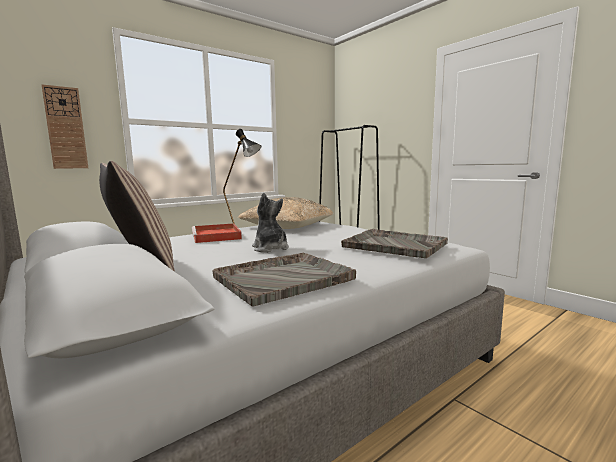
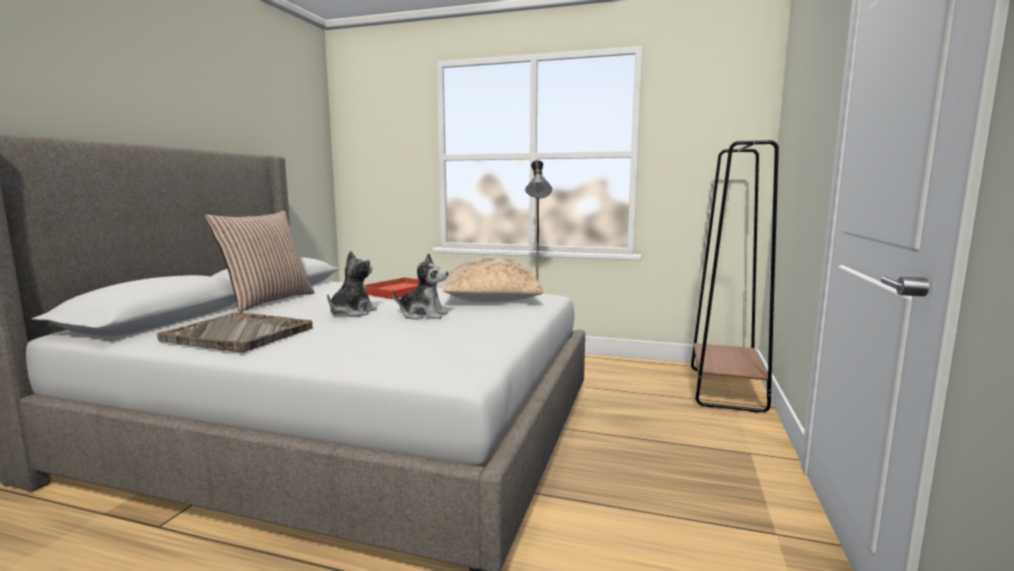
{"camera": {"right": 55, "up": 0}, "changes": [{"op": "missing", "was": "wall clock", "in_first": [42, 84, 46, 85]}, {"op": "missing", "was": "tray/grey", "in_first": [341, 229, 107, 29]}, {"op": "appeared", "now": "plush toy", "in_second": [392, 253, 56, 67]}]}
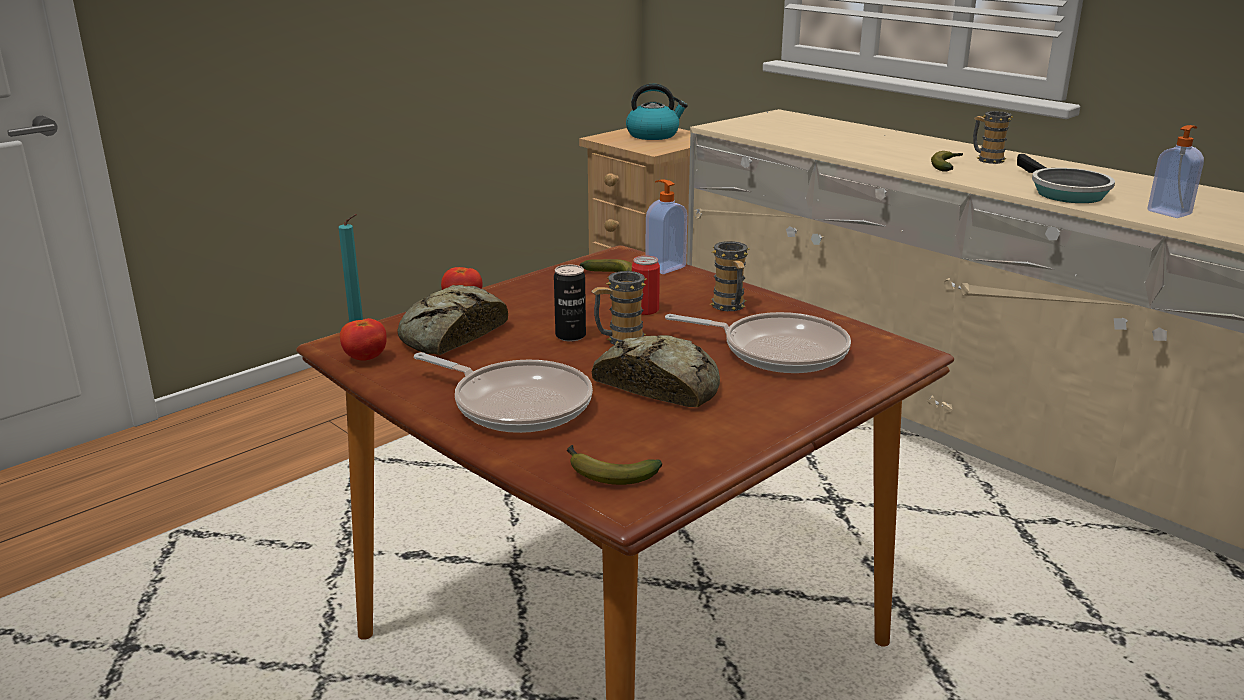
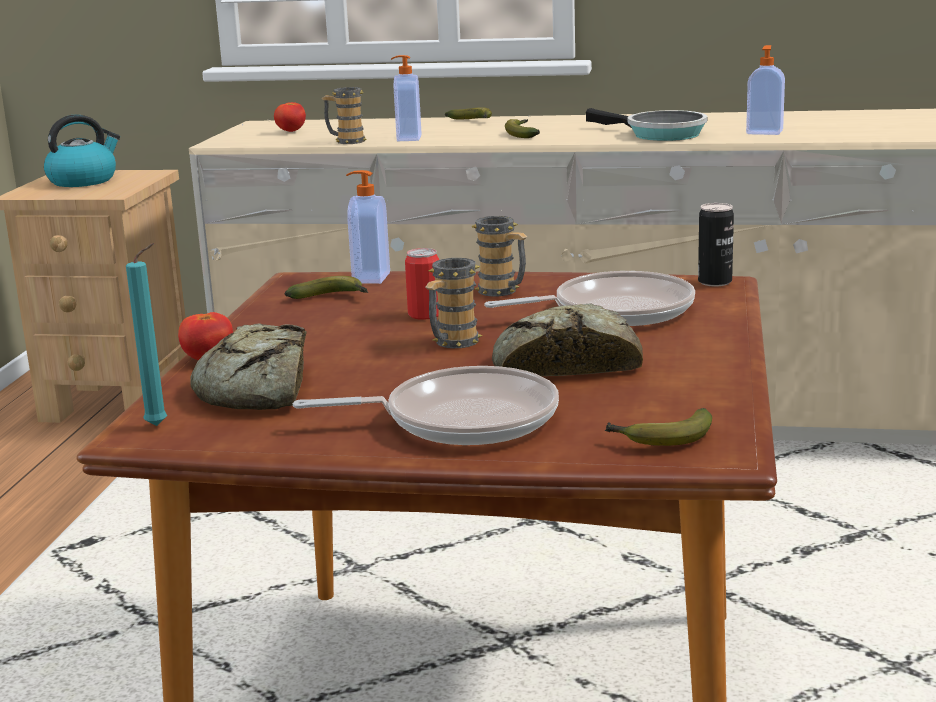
{"camera": {"right": -35, "up": -5}, "changes": [{"op": "appeared", "now": "soap dispenser", "in_second": [391, 55, 30, 86]}, {"op": "appeared", "now": "banana", "in_second": [445, 108, 47, 11]}, {"op": "relocated", "was": "tomato", "in_first": [340, 318, 47, 43], "in_second": [274, 102, 32, 30]}, {"op": "relocated", "was": "can", "in_first": [554, 265, 32, 77], "in_second": [698, 203, 36, 84]}, {"op": "relocated", "was": "mug", "in_first": [973, 111, 40, 53], "in_second": [321, 87, 46, 57]}]}
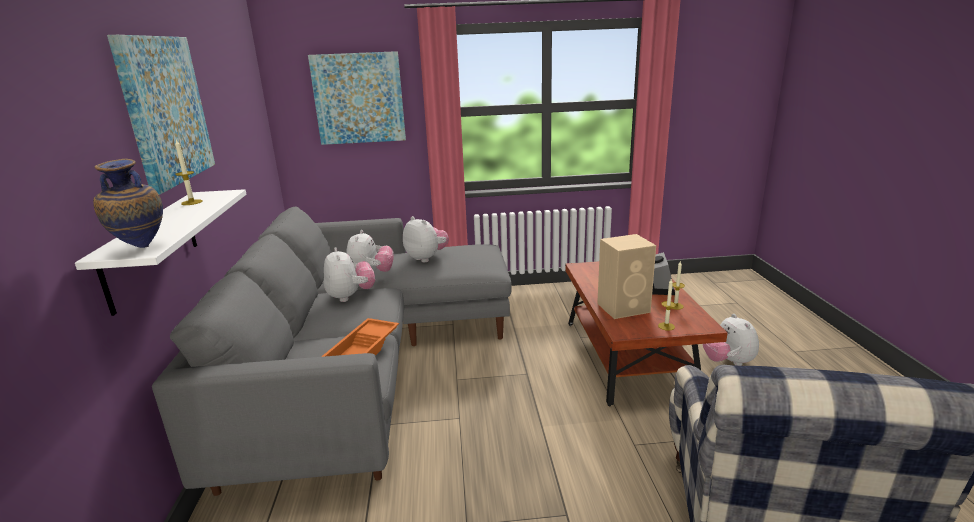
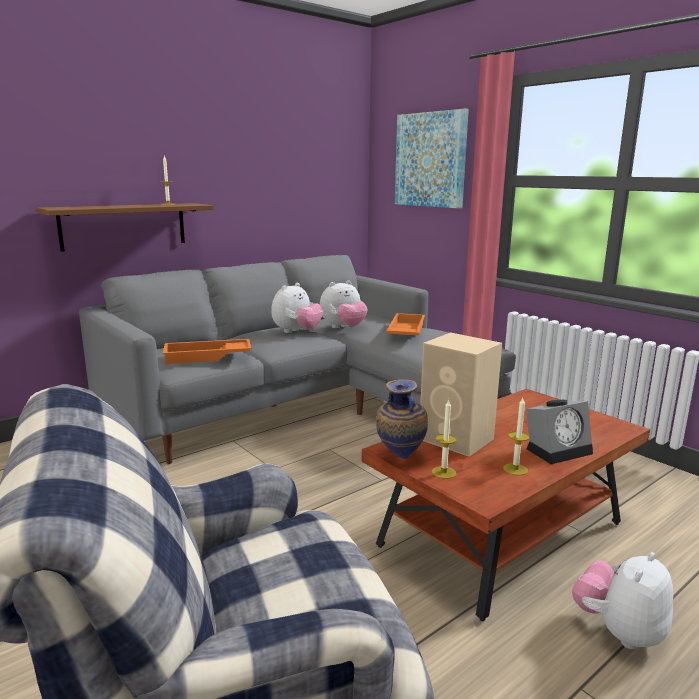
{"camera": {"right": 55, "up": -5}, "changes": [{"op": "missing", "was": "picture", "in_first": [107, 35, 108, 160]}, {"op": "relocated", "was": "vase", "in_first": [93, 159, 70, 89], "in_second": [376, 379, 52, 80]}, {"op": "exchanged", "was": "plush toy", "now": "tray/orange", "in_first": [403, 216, 46, 47], "in_second": [386, 313, 39, 22]}, {"op": "colour", "was": "shelf/white", "now": "shelf/brown", "in_first": [75, 189, 171, 127], "in_second": [37, 203, 177, 49]}]}
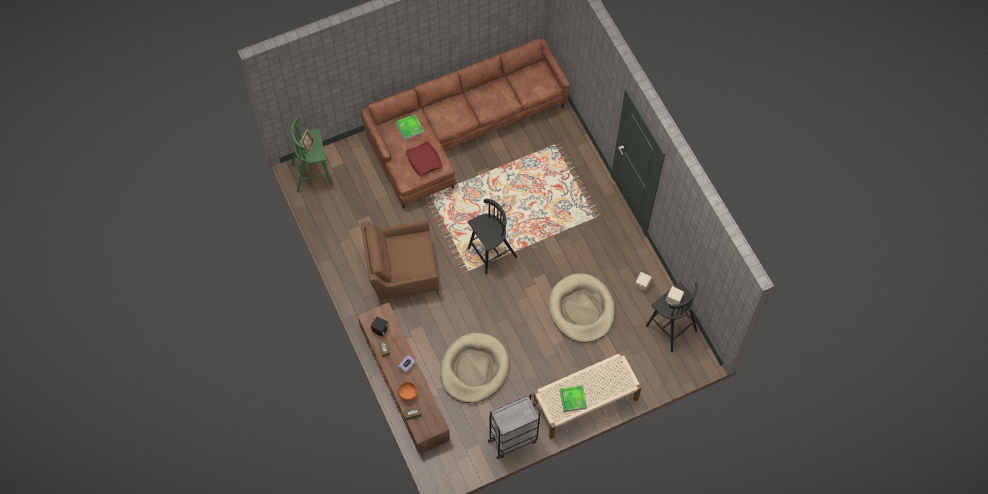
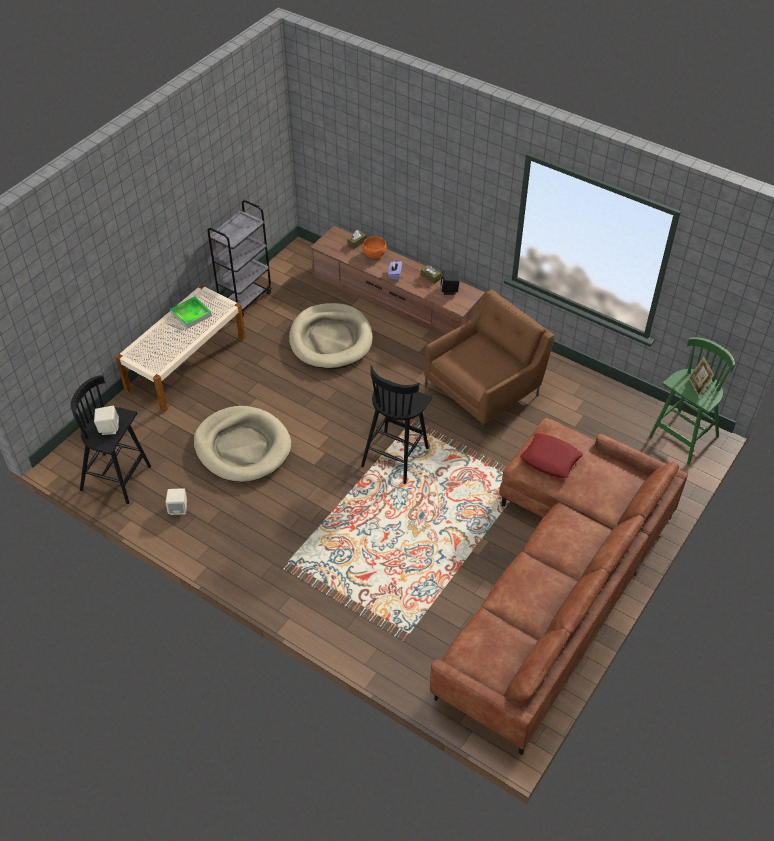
{"camera": {"right": 150, "up": -15}, "changes": [{"op": "missing", "was": "tray", "in_first": [395, 114, 29, 26]}]}
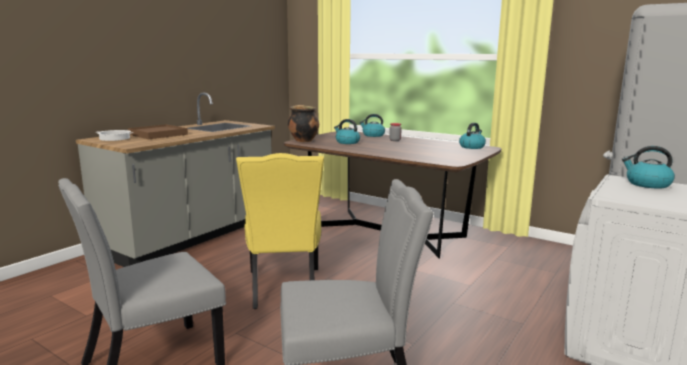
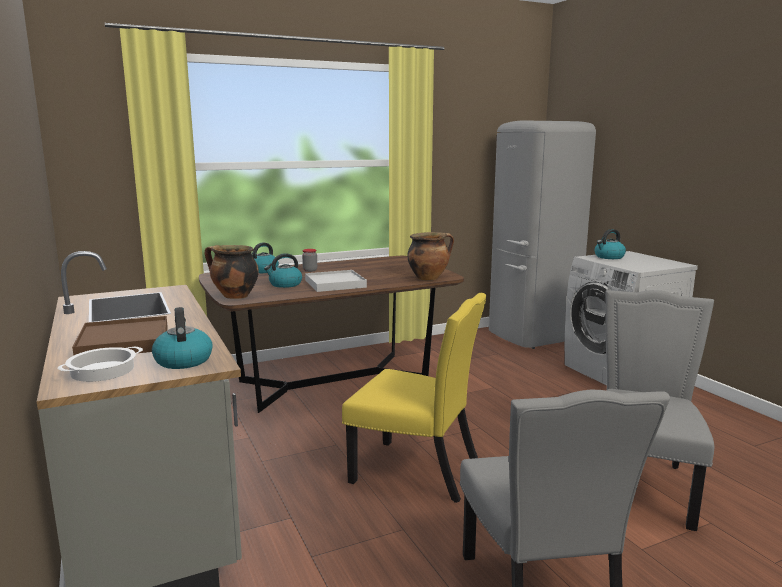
{"camera": {"right": -60, "up": 0}, "changes": [{"op": "appeared", "now": "tray/white", "in_second": [305, 270, 62, 22]}, {"op": "appeared", "now": "cooking pot", "in_second": [407, 232, 47, 48]}, {"op": "relocated", "was": "kettle", "in_first": [459, 123, 27, 26], "in_second": [152, 307, 61, 62]}]}
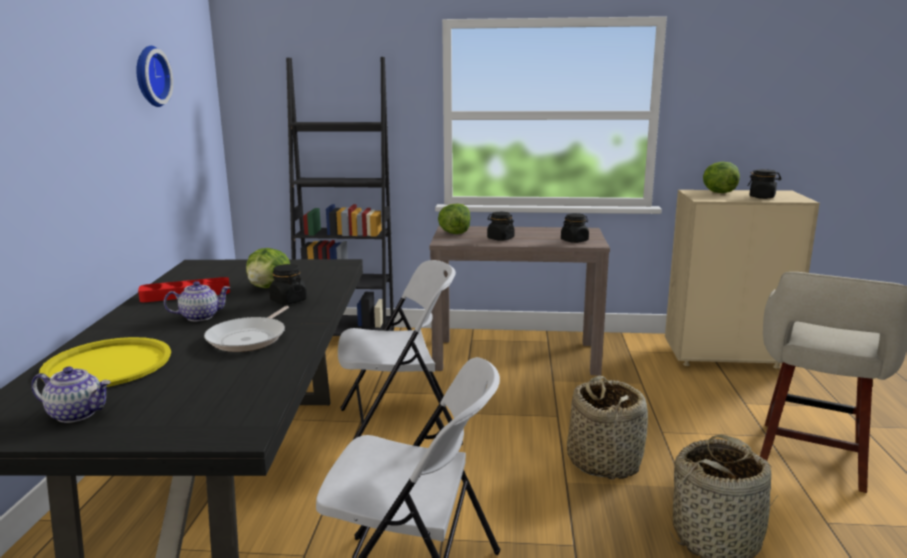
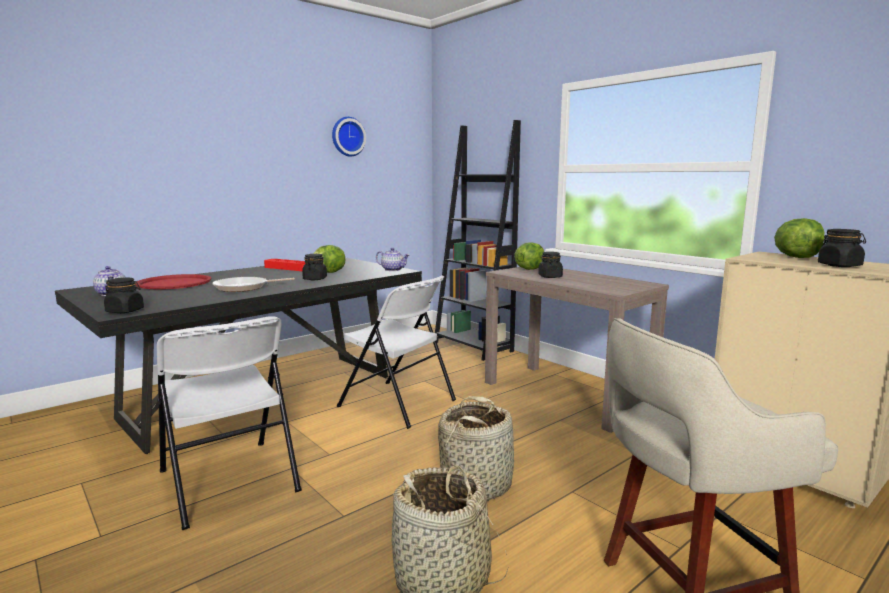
{"camera": {"right": 45, "up": -5}, "changes": [{"op": "relocated", "was": "teapot", "in_first": [164, 281, 66, 40], "in_second": [376, 248, 34, 23]}, {"op": "relocated", "was": "jar/black", "in_first": [561, 213, 28, 30], "in_second": [104, 278, 40, 35]}, {"op": "colour", "was": "tray/yellow", "now": "tray/red", "in_first": [39, 337, 132, 50], "in_second": [136, 274, 75, 16]}]}
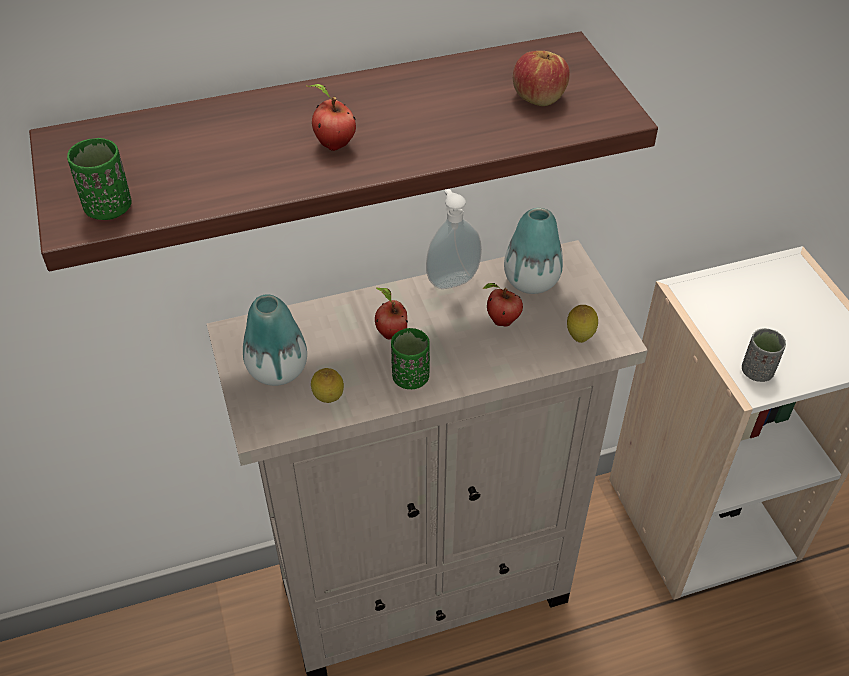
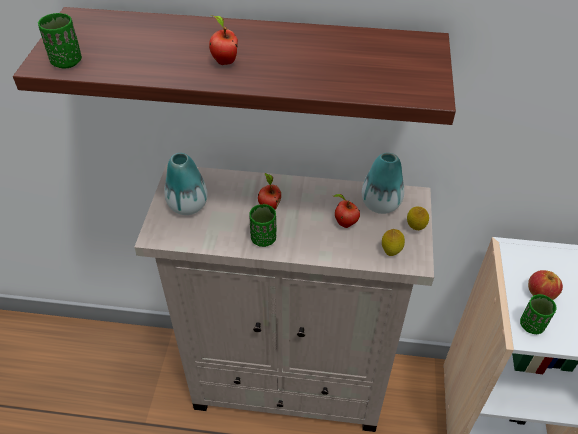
{"camera": {"right": 25, "up": 0}, "changes": [{"op": "missing", "was": "soap dispenser", "in_first": [426, 189, 56, 100]}, {"op": "relocated", "was": "lemon", "in_first": [311, 368, 33, 35], "in_second": [407, 207, 22, 23]}, {"op": "relocated", "was": "apple", "in_first": [513, 51, 57, 55], "in_second": [528, 270, 35, 30]}, {"op": "colour", "was": "cup/grey", "now": "cup/green", "in_first": [742, 328, 44, 54], "in_second": [520, 294, 36, 40]}]}
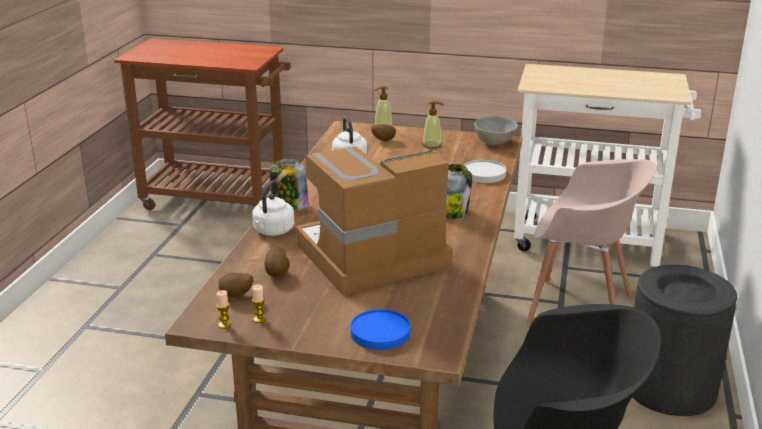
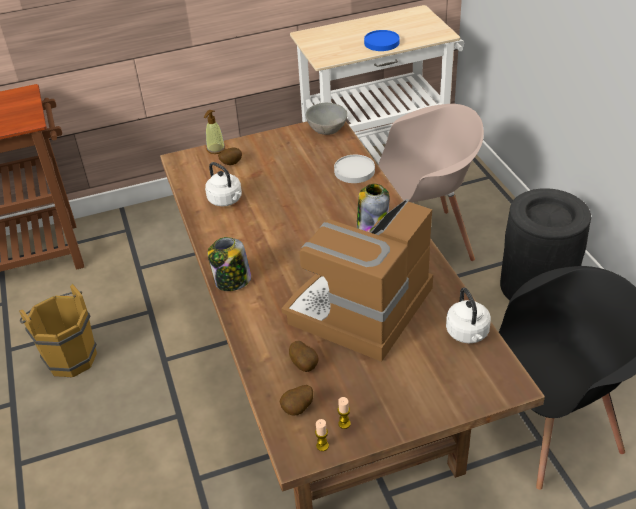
{"camera": {"right": -30, "up": 15}, "changes": [{"op": "missing", "was": "soap dispenser", "in_first": [422, 101, 22, 48]}, {"op": "appeared", "now": "bucket/brown", "in_second": [19, 284, 78, 93]}, {"op": "relocated", "was": "kettle/white", "in_first": [252, 181, 42, 55], "in_second": [446, 287, 45, 56]}, {"op": "relocated", "was": "plate/blue", "in_first": [350, 309, 60, 41], "in_second": [364, 30, 36, 21]}]}
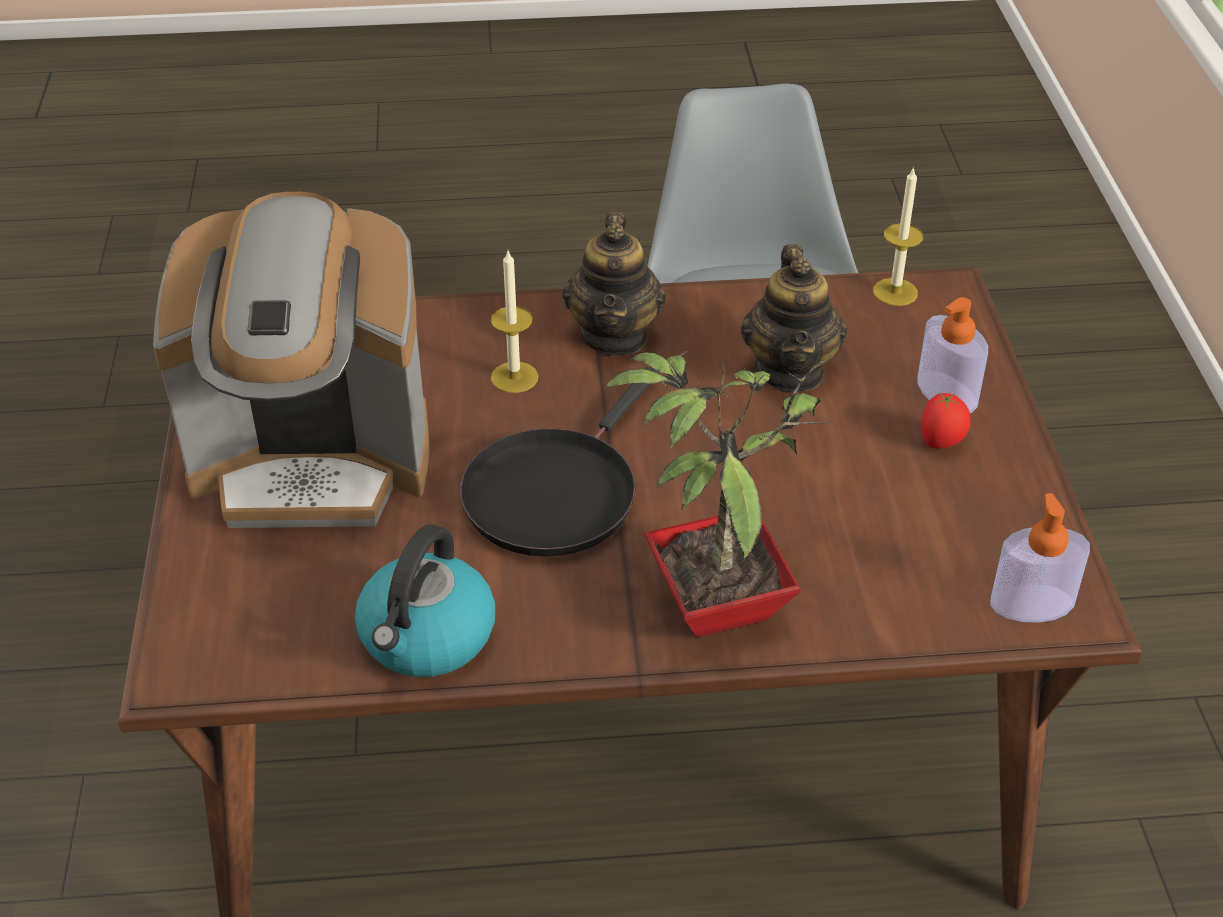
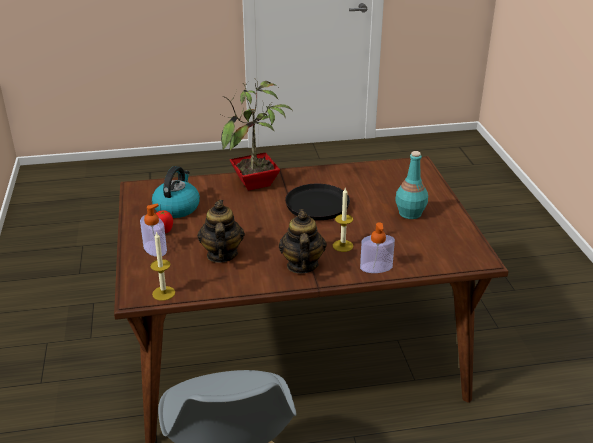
{"camera": {"right": 175, "up": -10}, "changes": [{"op": "relocated", "was": "kettle", "in_first": [355, 524, 140, 153], "in_second": [152, 166, 48, 52]}, {"op": "relocated", "was": "soap dispenser", "in_first": [990, 493, 100, 130], "in_second": [360, 222, 35, 51]}, {"op": "exchanged", "was": "coffee machine", "now": "bottle/turquoise", "in_first": [153, 192, 276, 336], "in_second": [395, 151, 33, 68]}]}
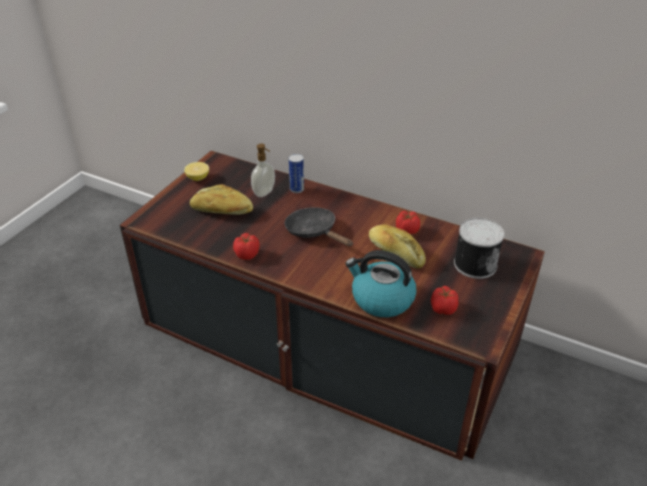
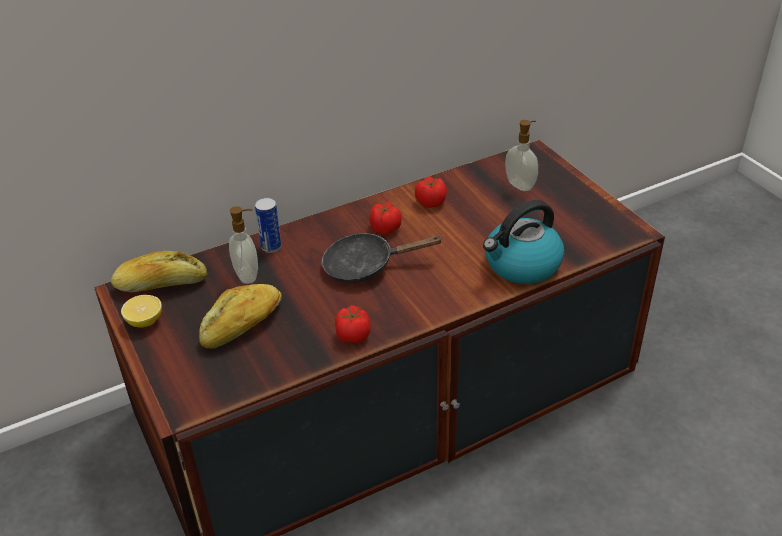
{"camera": {"right": -55, "up": 0}, "changes": [{"op": "relocated", "was": "bread", "in_first": [369, 225, 57, 44], "in_second": [111, 251, 96, 42]}, {"op": "relocated", "was": "tomato", "in_first": [431, 286, 28, 29], "in_second": [369, 202, 33, 33]}, {"op": "exchanged", "was": "can", "now": "soap dispenser", "in_first": [454, 218, 50, 61], "in_second": [505, 120, 33, 71]}]}
